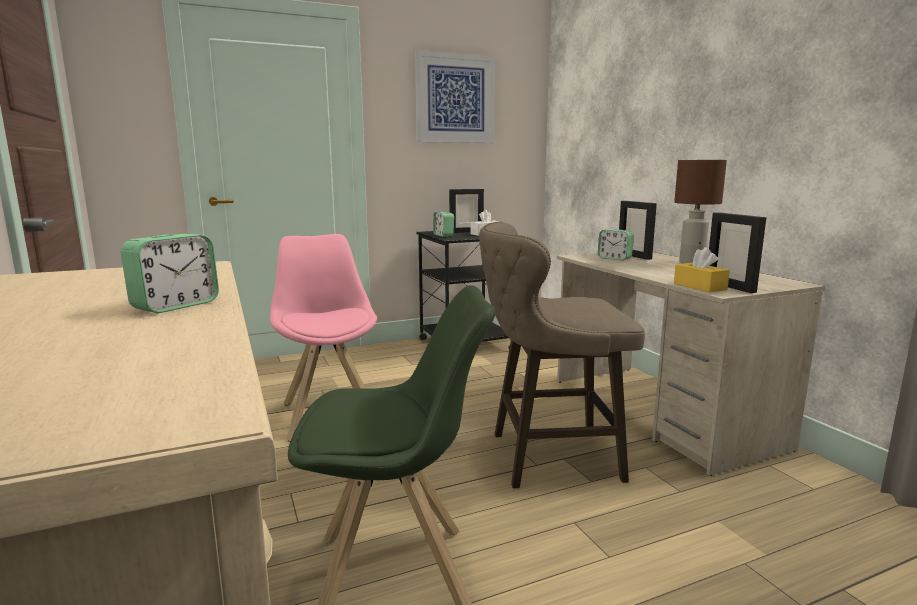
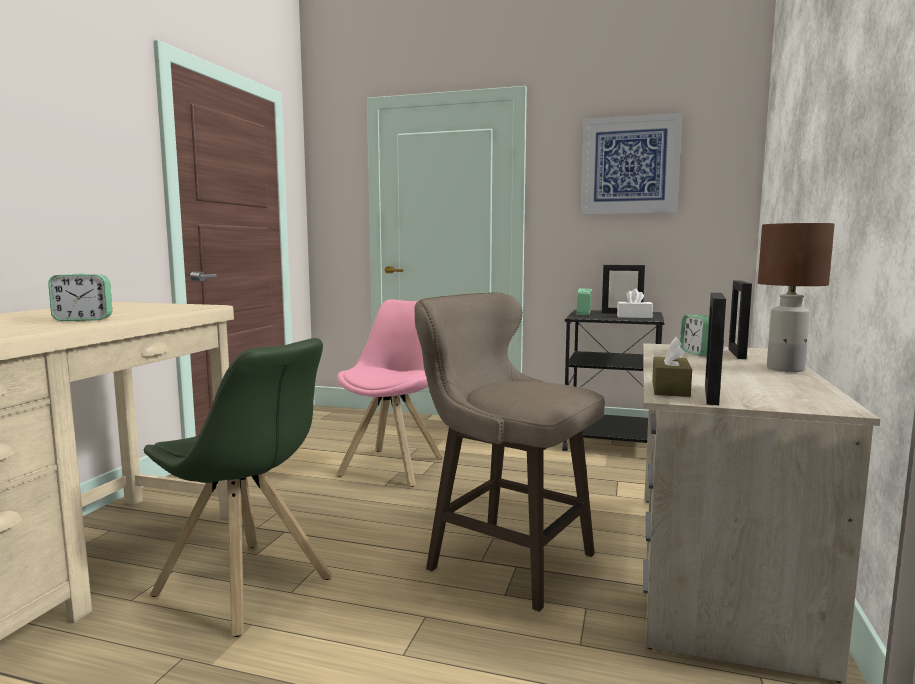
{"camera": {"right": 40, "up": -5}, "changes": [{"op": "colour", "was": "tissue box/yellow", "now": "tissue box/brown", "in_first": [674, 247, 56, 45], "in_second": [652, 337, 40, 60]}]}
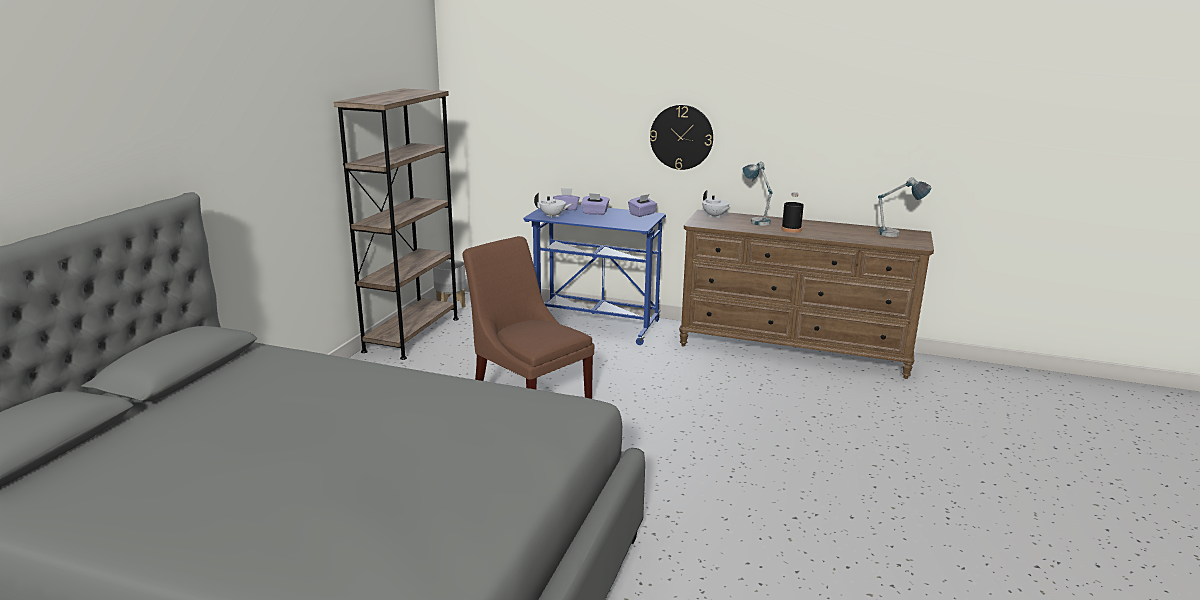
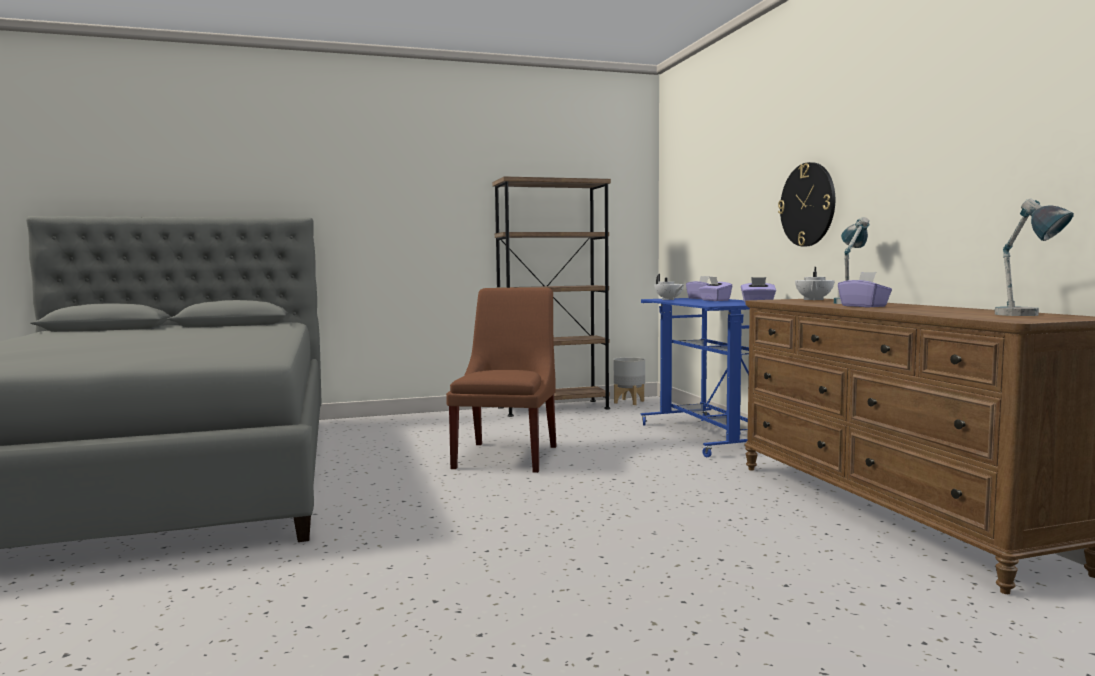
{"camera": {"right": 55, "up": -15}, "changes": [{"op": "exchanged", "was": "bottle/black", "now": "tissue box/purple", "in_first": [781, 192, 23, 41], "in_second": [838, 272, 54, 36]}]}
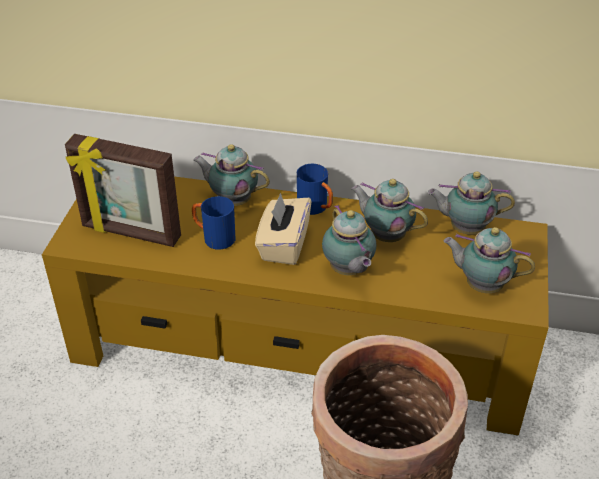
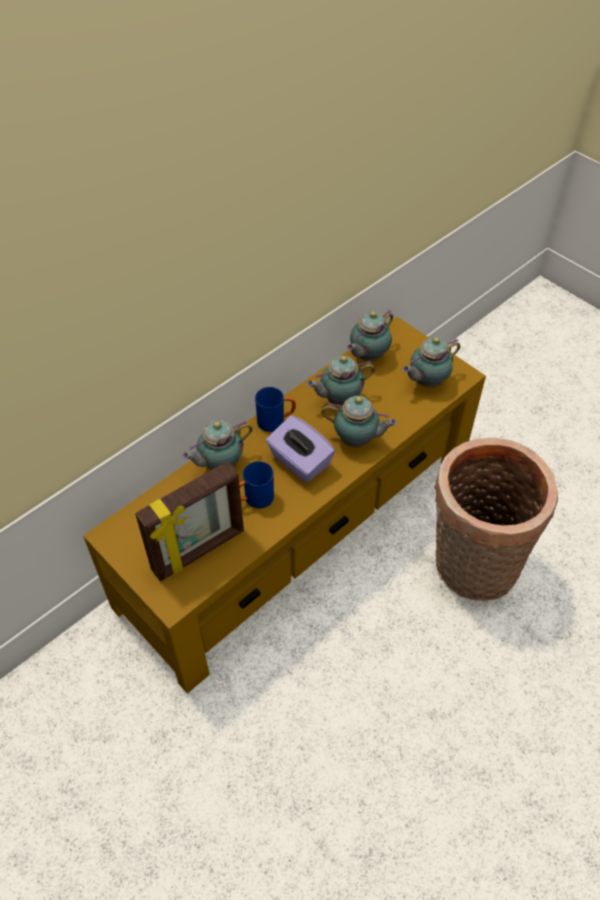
{"camera": {"right": -55, "up": 10}, "changes": [{"op": "colour", "was": "tissue box/beige", "now": "tissue box/purple", "in_first": [255, 193, 57, 72], "in_second": [266, 415, 69, 68]}]}
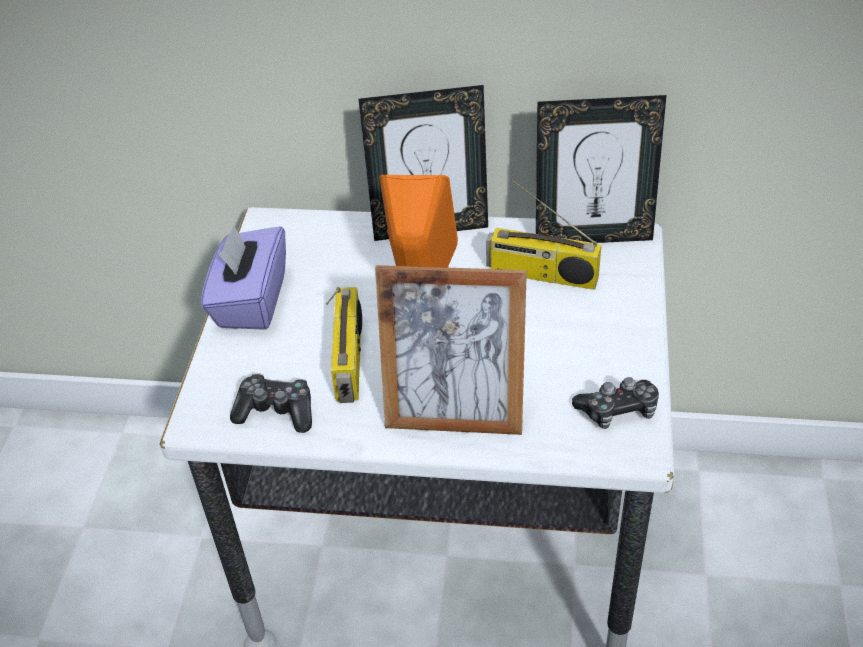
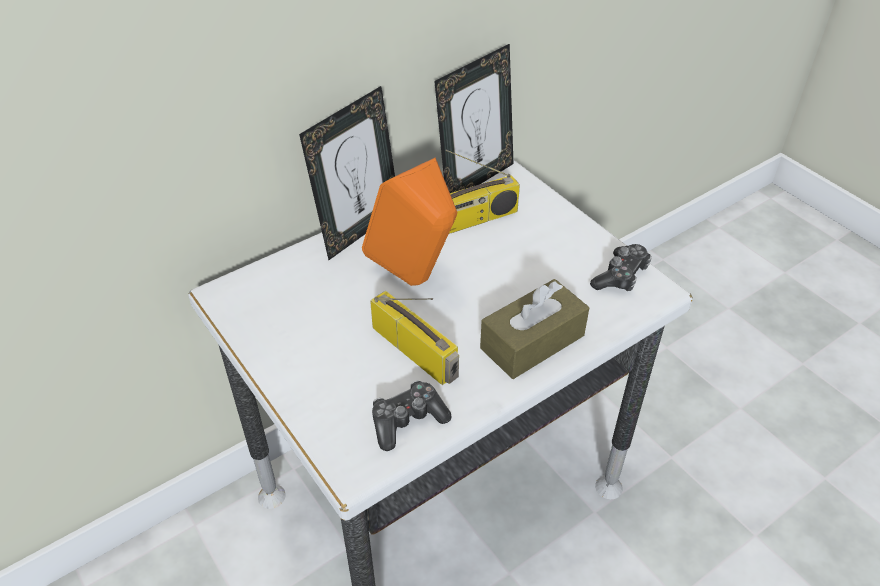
{"camera": {"right": -45, "up": 0}, "changes": [{"op": "missing", "was": "tissue box/purple", "in_first": [201, 224, 85, 106]}, {"op": "exchanged", "was": "picture frame", "now": "tissue box/brown", "in_first": [375, 265, 152, 170], "in_second": [480, 279, 109, 100]}]}
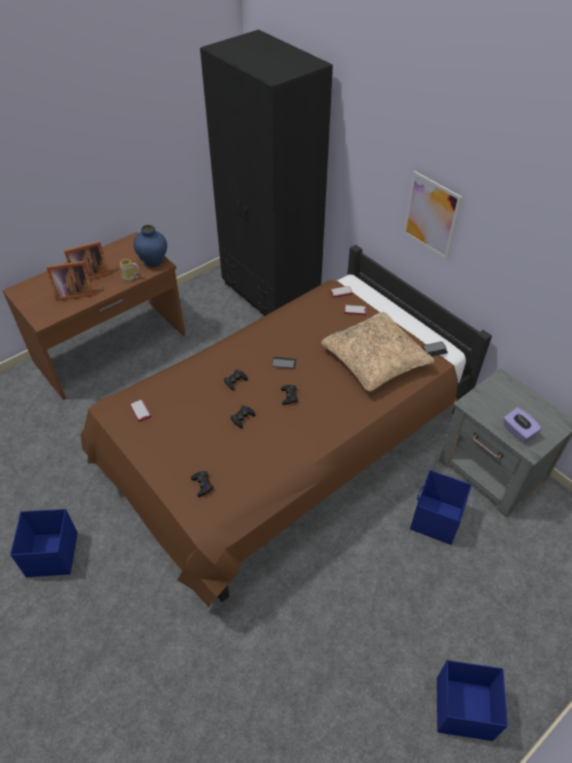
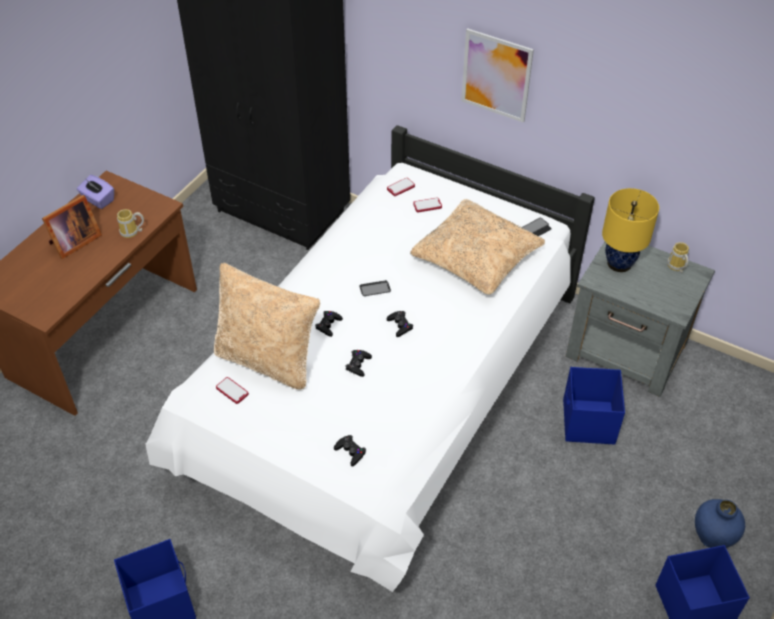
{"camera": {"right": -20, "up": 0}, "changes": [{"op": "missing", "was": "picture frame", "in_first": [46, 261, 47, 40]}, {"op": "appeared", "now": "pillow/beige", "in_second": [214, 263, 107, 127]}, {"op": "appeared", "now": "table lamp/yellow", "in_second": [602, 188, 57, 84]}, {"op": "appeared", "now": "mug", "in_second": [667, 242, 22, 31]}, {"op": "relocated", "was": "vase/blue", "in_first": [133, 225, 34, 42], "in_second": [695, 499, 50, 49]}, {"op": "relocated", "was": "tissue box/purple", "in_first": [503, 407, 39, 36], "in_second": [77, 175, 37, 34]}, {"op": "colour", "was": "bed/brown", "now": "bed/white", "in_first": [80, 245, 412, 362], "in_second": [145, 125, 450, 467]}]}
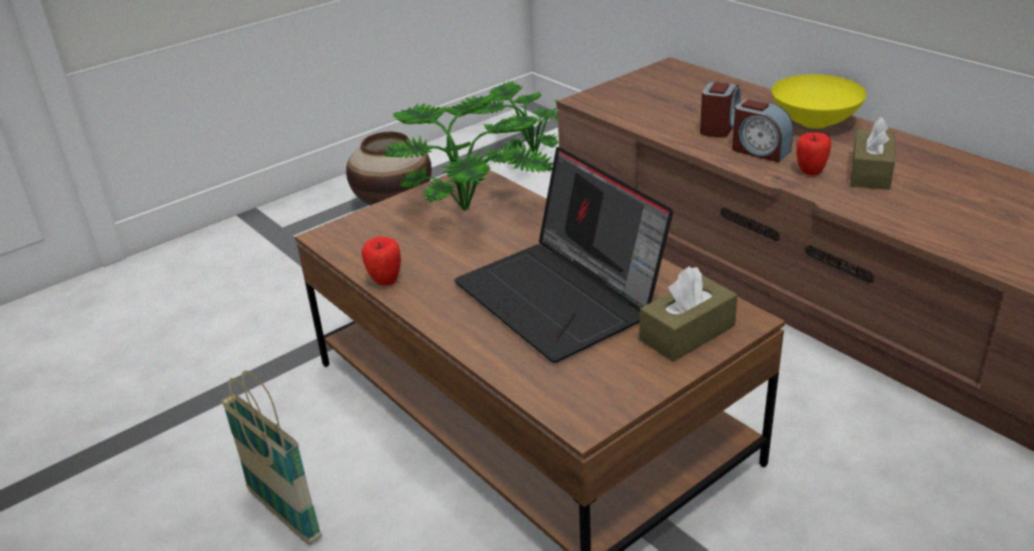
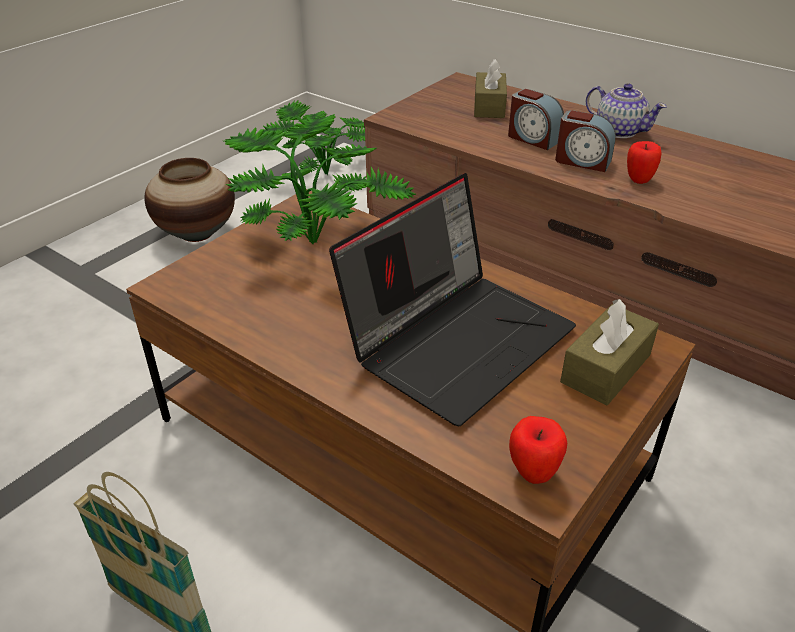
{"camera": {"right": -15, "up": 5}, "changes": [{"op": "relocated", "was": "apple", "in_first": [362, 237, 39, 48], "in_second": [509, 416, 58, 68]}, {"op": "relocated", "was": "tissue box/brown", "in_first": [850, 117, 45, 73], "in_second": [474, 59, 33, 59]}, {"op": "exchanged", "was": "bowl/yellow", "now": "teapot", "in_first": [771, 74, 96, 55], "in_second": [586, 83, 81, 55]}, {"op": "spun", "was": "laptop", "in_first": [454, 147, 219, 216], "in_second": [329, 173, 247, 253], "clockwise": -90}, {"op": "spun", "was": "alarm clock", "in_first": [700, 82, 41, 56], "in_second": [508, 89, 56, 61], "clockwise": 120}]}
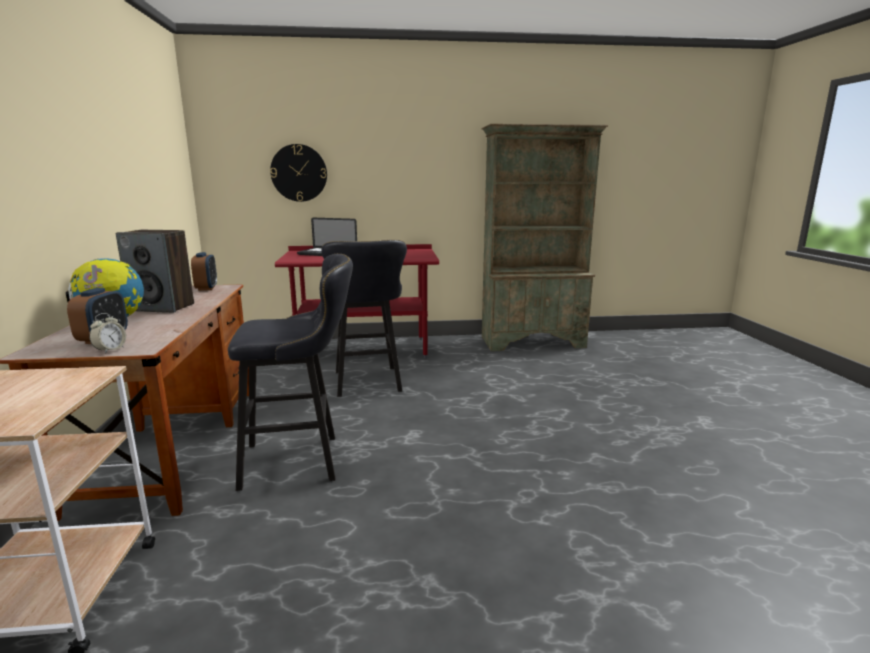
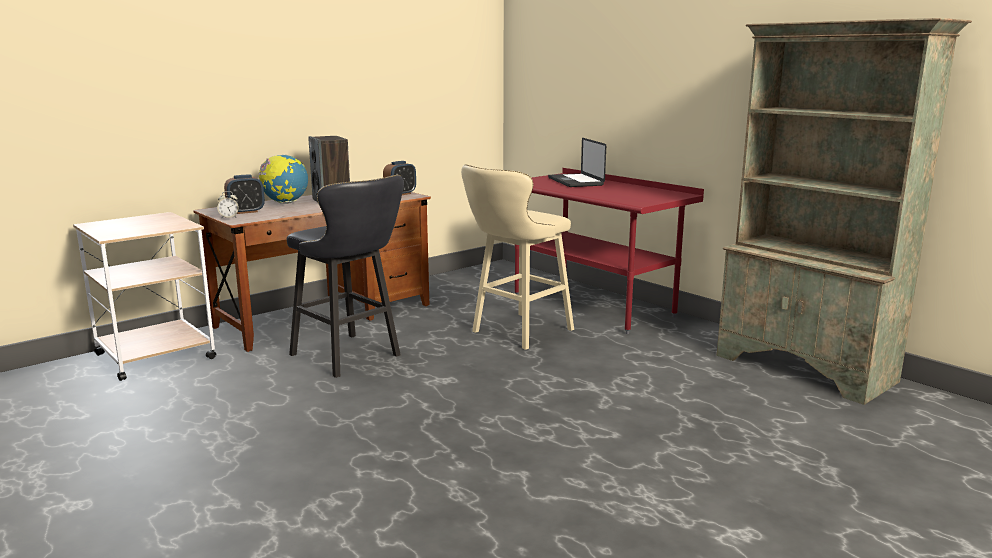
{"camera": {"right": 55, "up": 0}, "changes": [{"op": "missing", "was": "wall clock", "in_first": [270, 144, 57, 58]}, {"op": "colour", "was": "stool/black", "now": "stool/beige", "in_first": [321, 240, 86, 157], "in_second": [461, 164, 113, 186]}]}
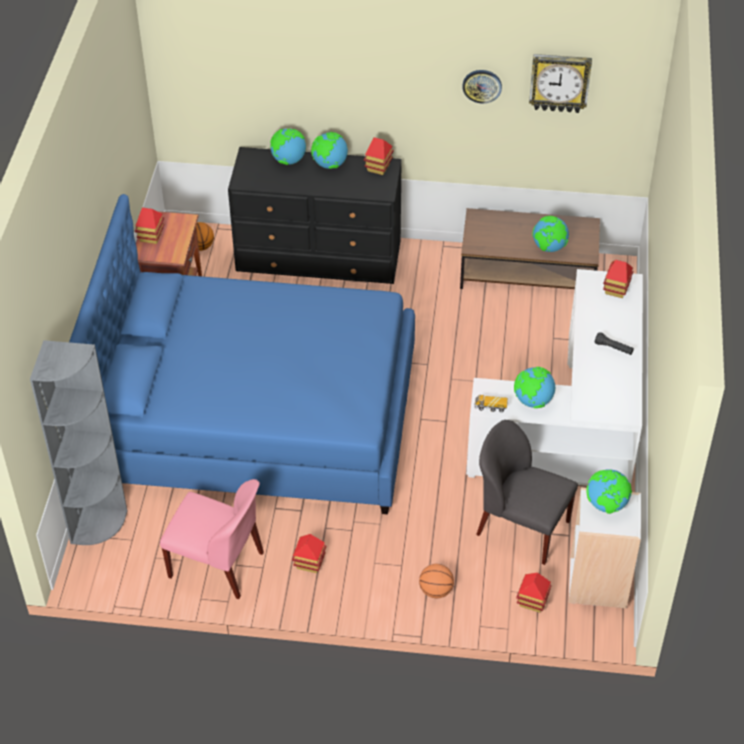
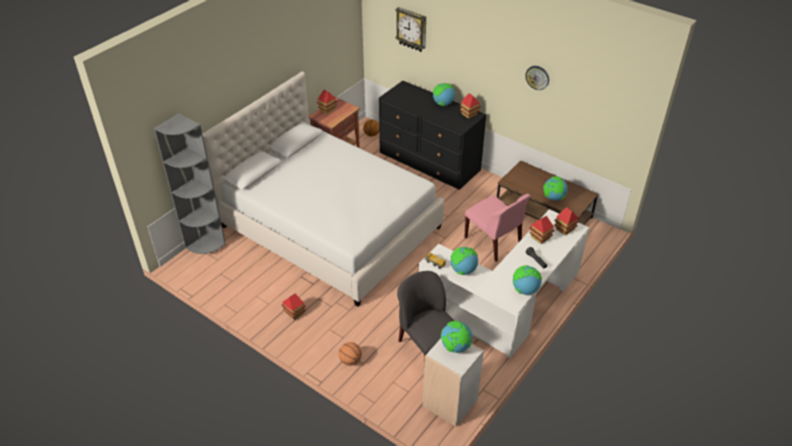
{"camera": {"right": 30, "up": -5}, "changes": [{"op": "relocated", "was": "chair/pink", "in_first": [160, 479, 104, 120], "in_second": [465, 194, 65, 68]}, {"op": "relocated", "was": "globe", "in_first": [270, 129, 36, 36], "in_second": [513, 265, 29, 30]}, {"op": "relocated", "was": "toy house", "in_first": [516, 573, 36, 40], "in_second": [529, 216, 26, 28]}, {"op": "relocated", "was": "wall clock", "in_first": [529, 54, 63, 59], "in_second": [395, 7, 31, 45]}, {"op": "colour", "was": "bed/blue", "now": "bed/white", "in_first": [69, 194, 346, 320], "in_second": [203, 72, 241, 235]}]}
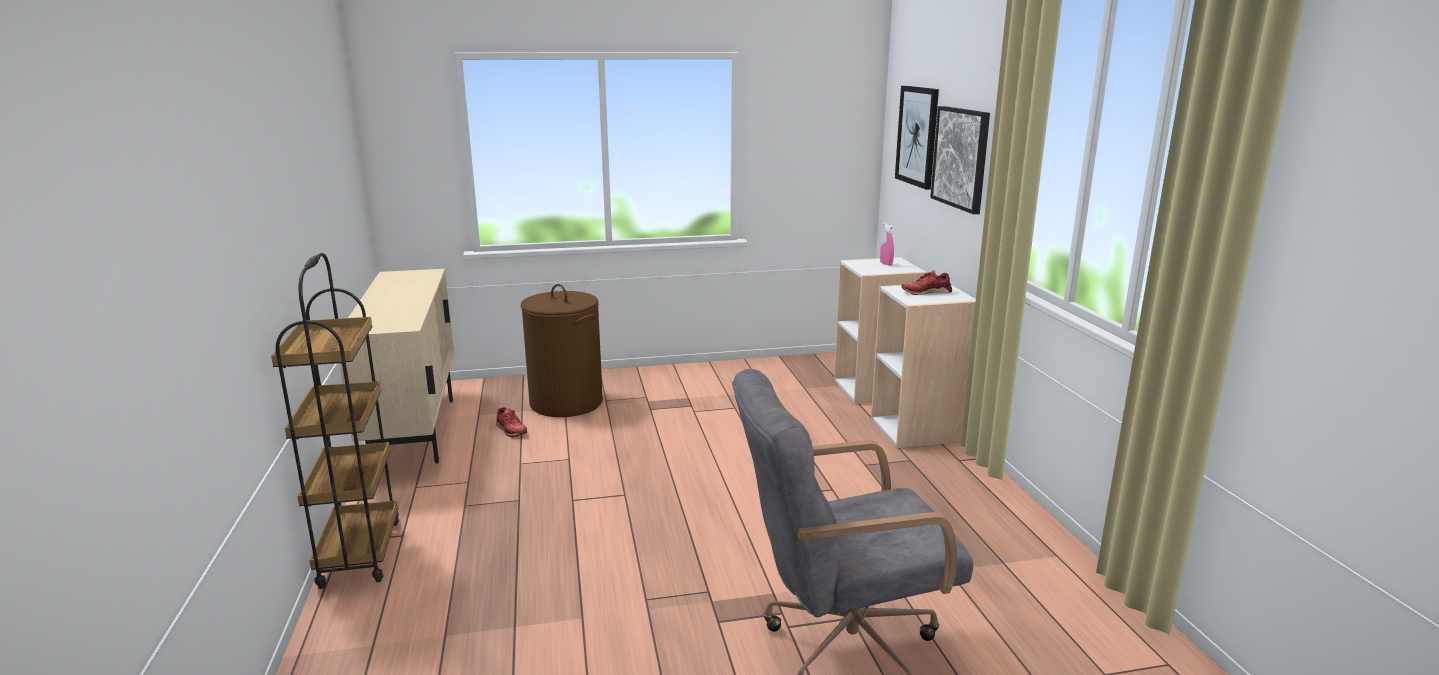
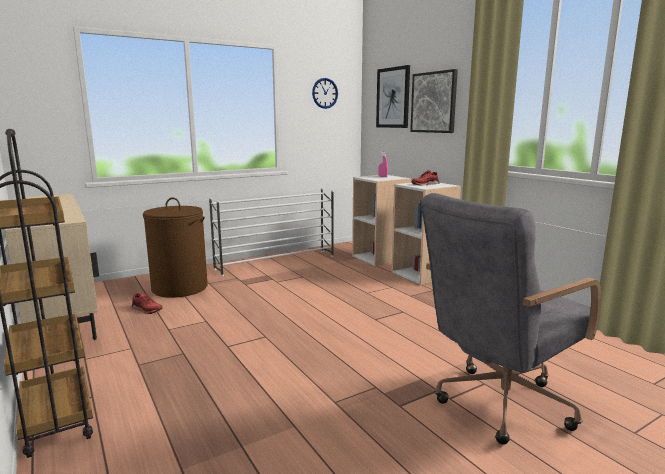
{"camera": {"right": -20, "up": -5}, "changes": [{"op": "appeared", "now": "shoe rack/white", "in_second": [209, 188, 125, 88]}, {"op": "appeared", "now": "wall clock", "in_second": [312, 78, 26, 31]}]}
